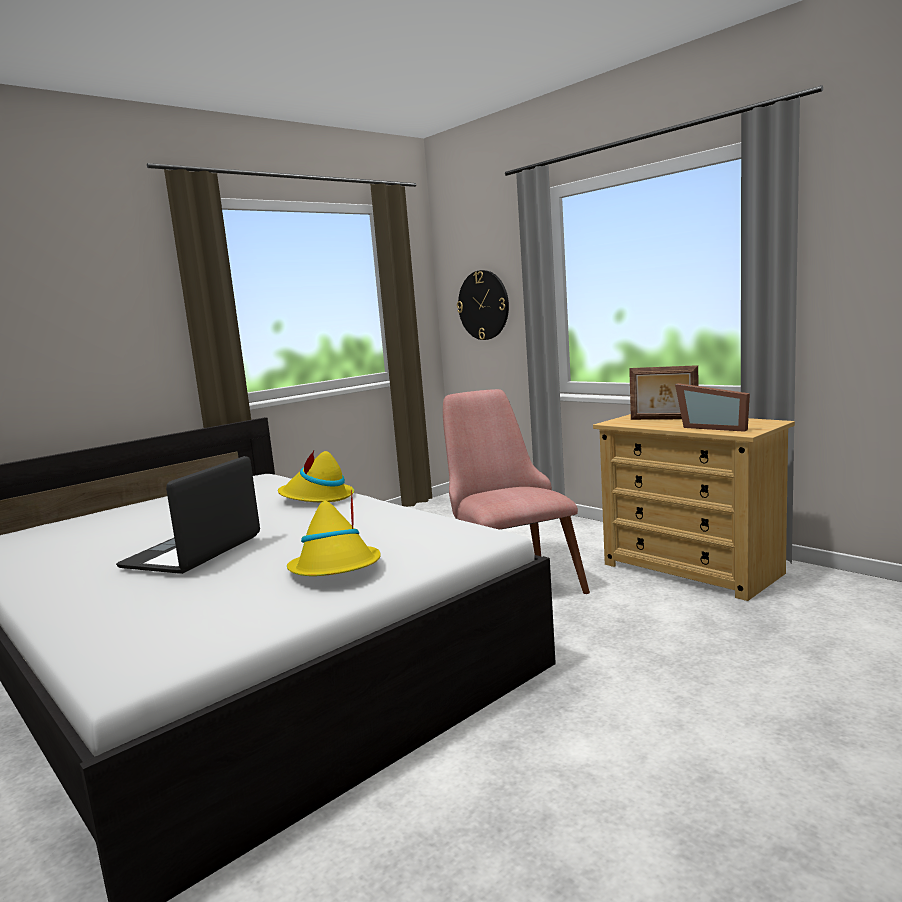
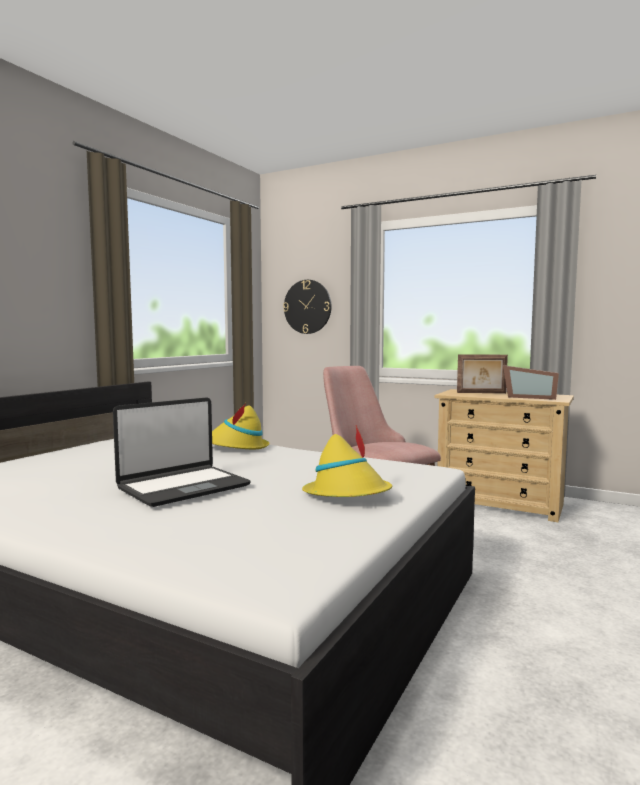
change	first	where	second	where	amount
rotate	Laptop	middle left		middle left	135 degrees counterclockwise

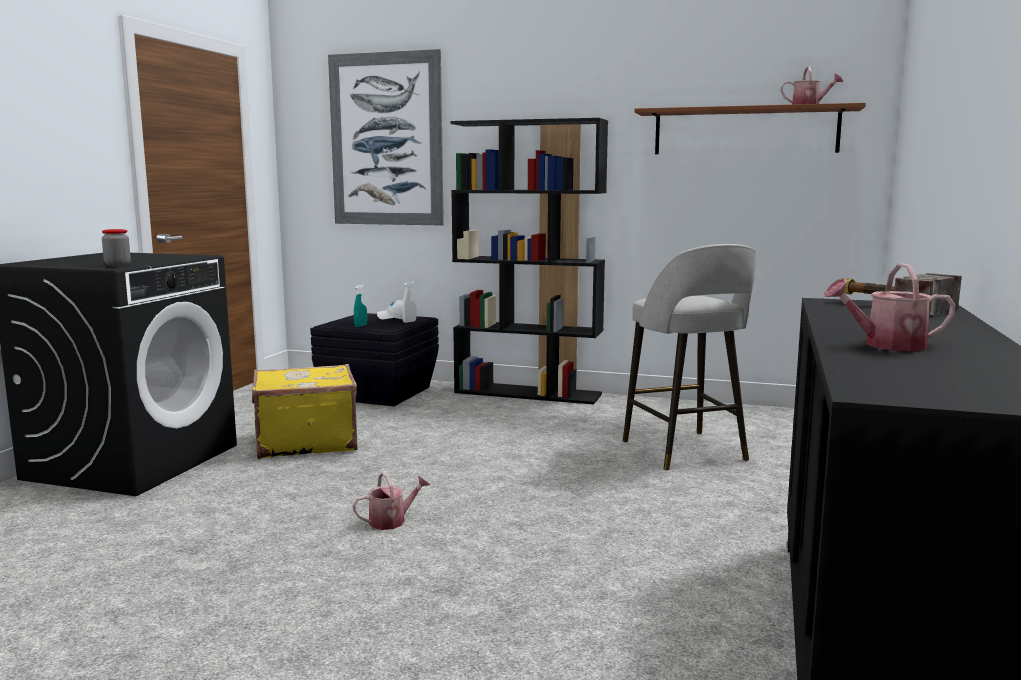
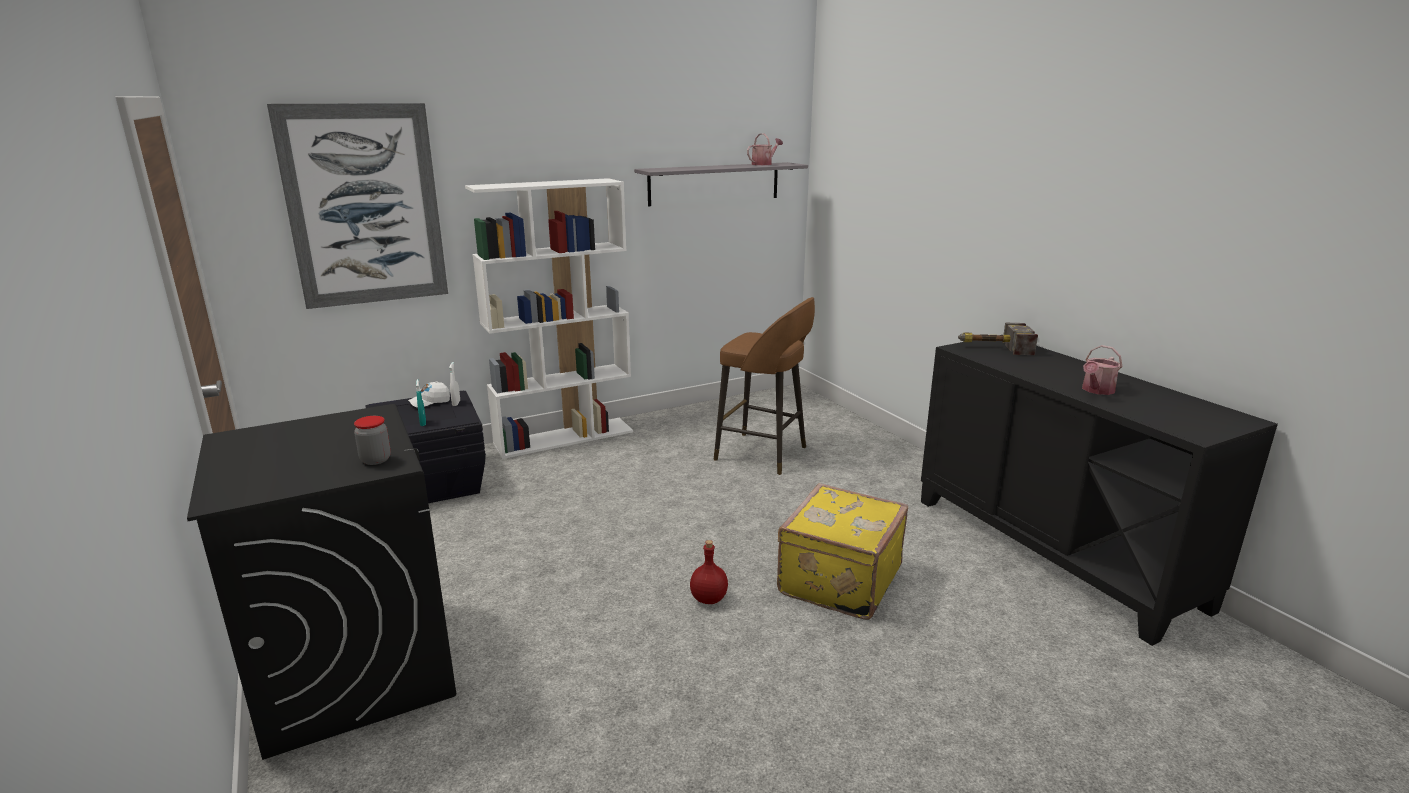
change	first	where	second	where	amount
recolor	Bücherregal (schwarz)	centre	Bücherregal (weiß)	centre	
recolor	Wandregal (braun)	top right	Wandregal (grau)	top centre	
replace	Gießkanne (1st from left)	bottom centre	Flasche (rot)	bottom centre	
recolor	Hocker (grau)	middle right	Hocker (braun)	centre	
move	Koffer (gelb)	middle left		bottom centre	

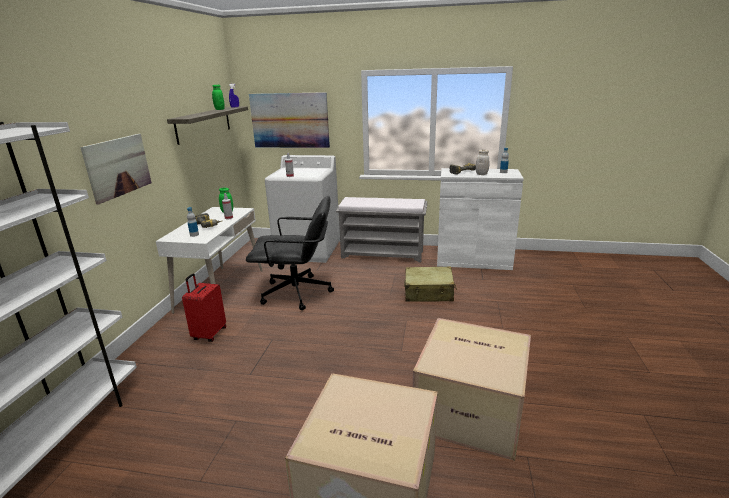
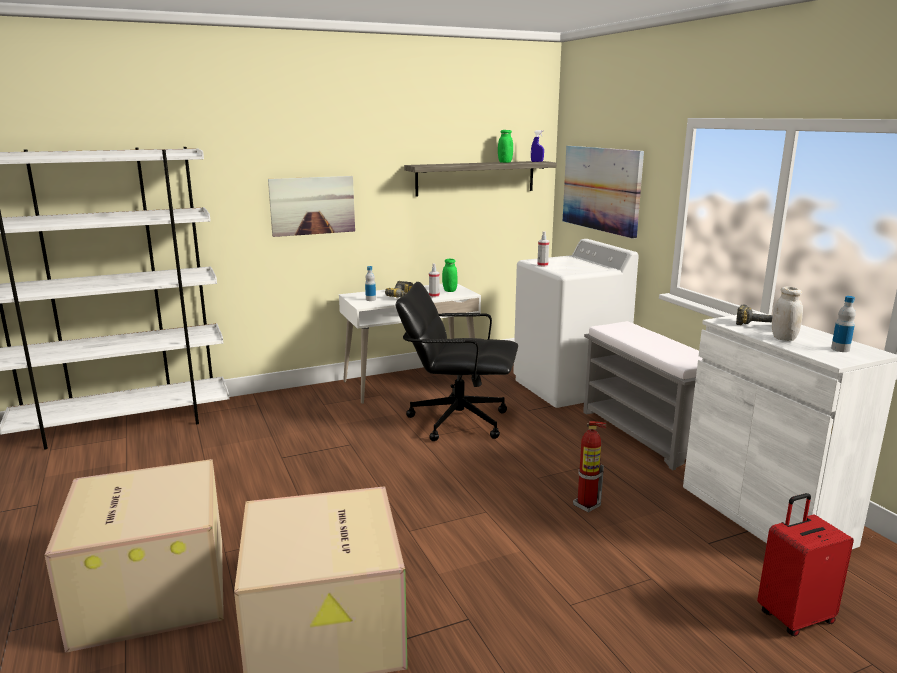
change	first	where	second	where	amount
rotate	Bürostuhl (schwarz)	centre		centre	135 degrees clockwise
replace	Koffer (beige)	centre	Feuerlöscher	bottom centre	
move	Koffer (rot)	middle left		bottom right	

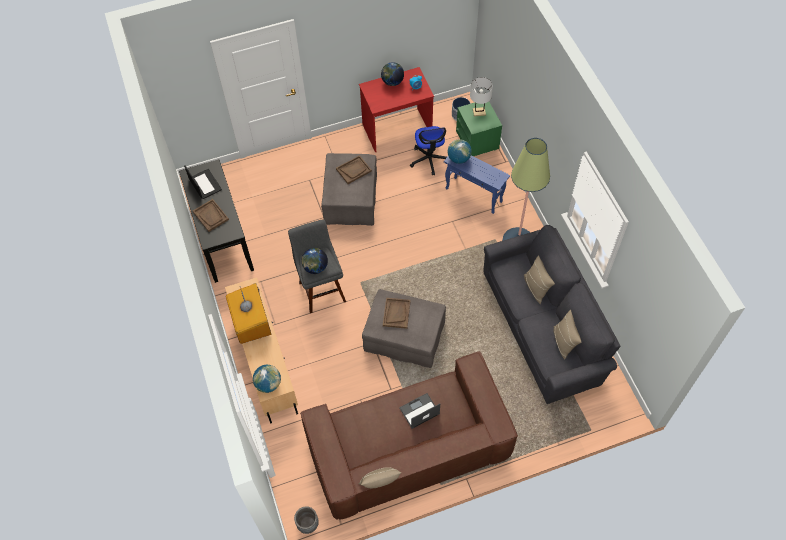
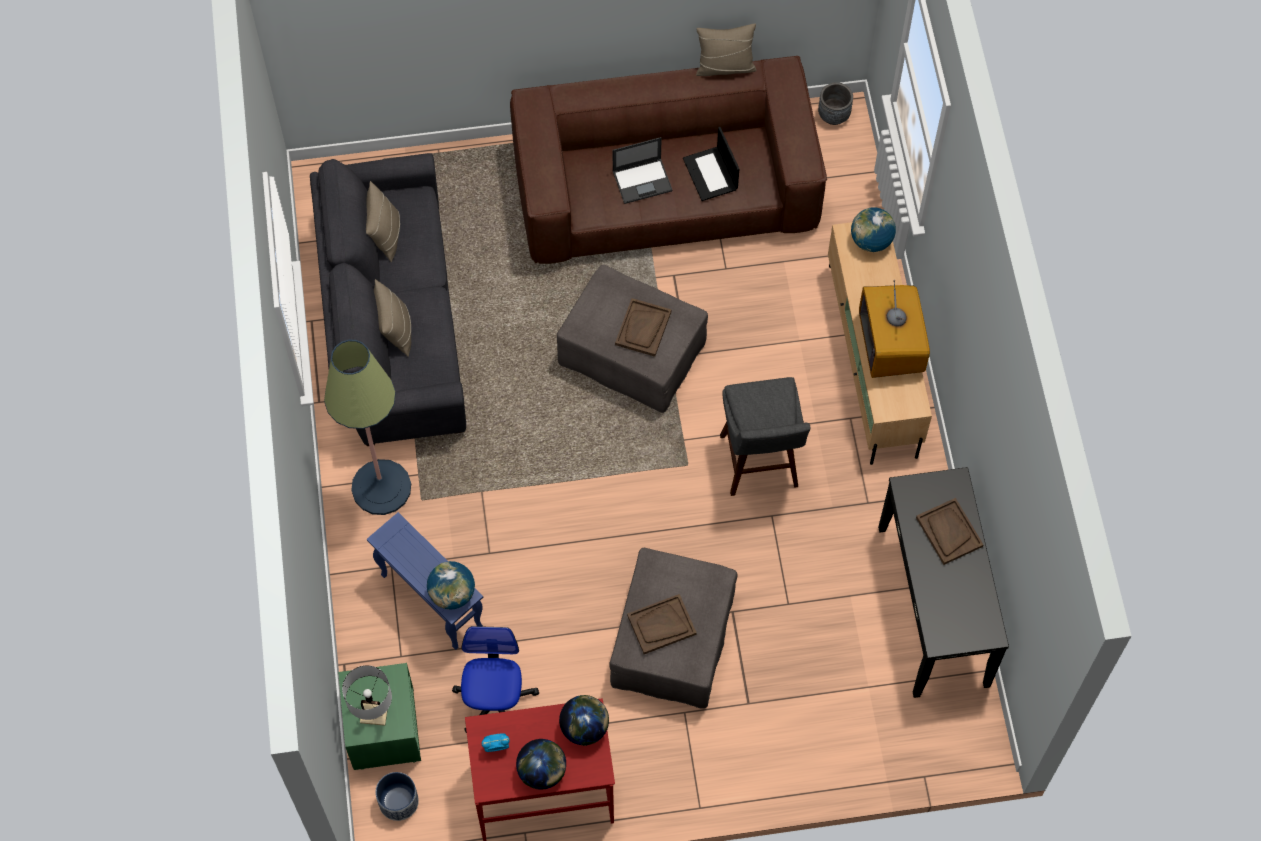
change	first	where	second	where	amount
move	Globus (2nd from left in the first image)	centre	Globus (3rd from left)	bottom centre	
move	Laptop (1st from left in the first image)	middle left	Laptop (2nd from left)	top centre	

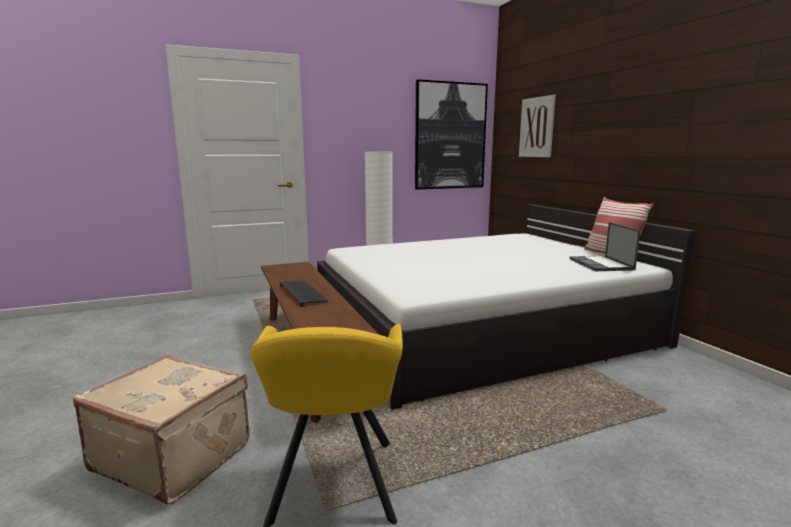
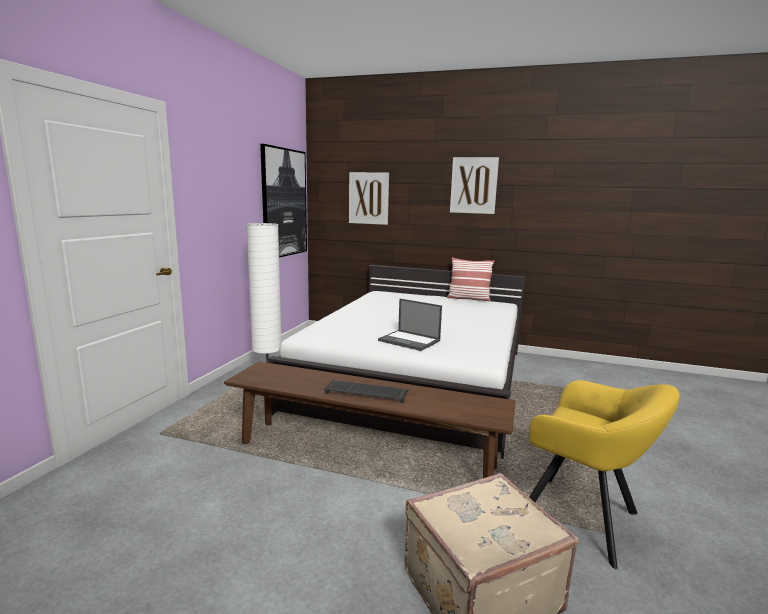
change	first	where	second	where	amount
move	Laptop	middle right		centre	
insert			Bild (3rd from left)	top centre	

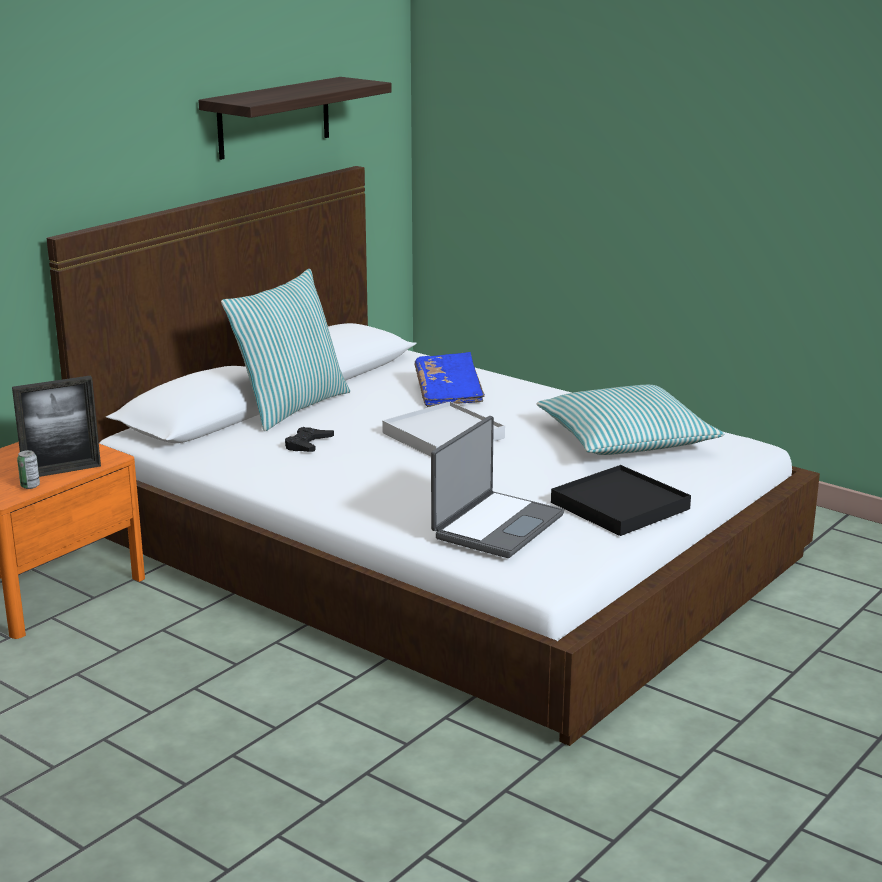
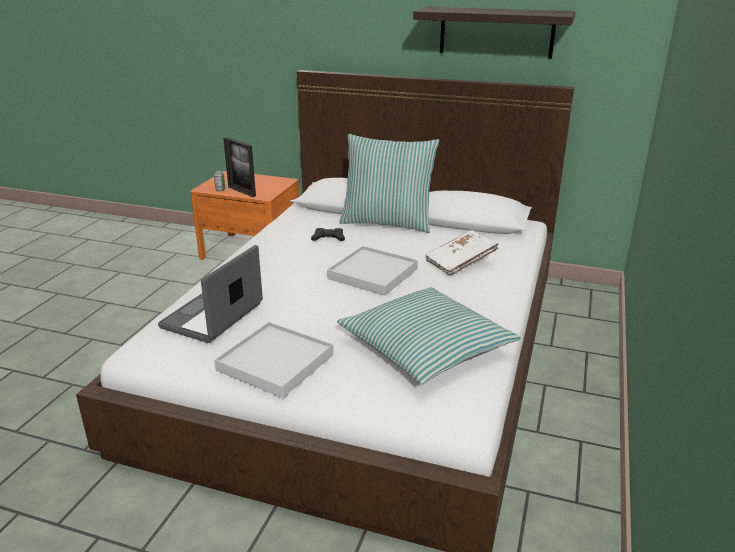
change	first	where	second	where	amount
rotate	Laptop	centre		middle left	105 degrees clockwise
recolor	Tablett (schwarz)	middle right	Tablett (weiß) (1st from left)	centre	
recolor	Buch (blau)	centre	Buch (weiß)	centre	

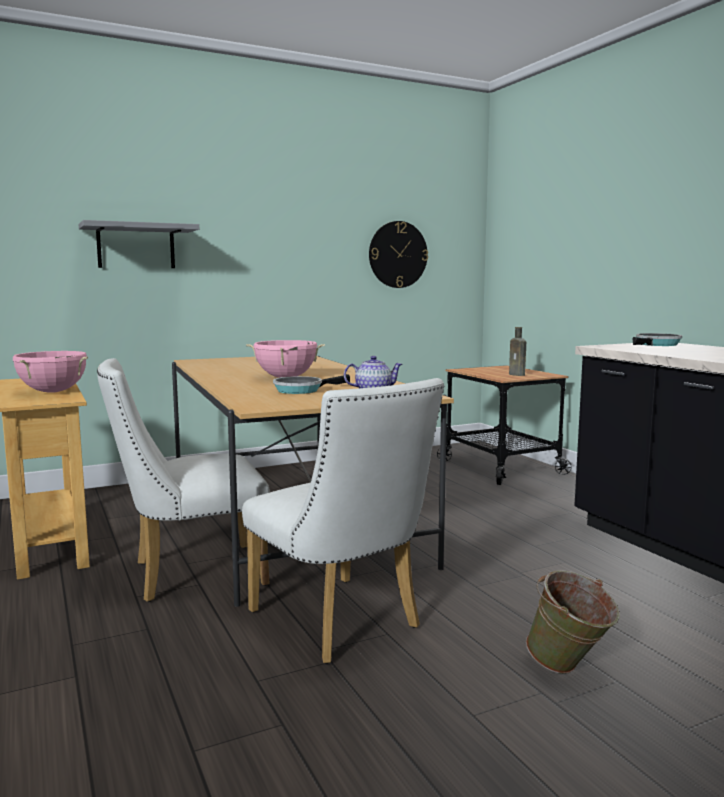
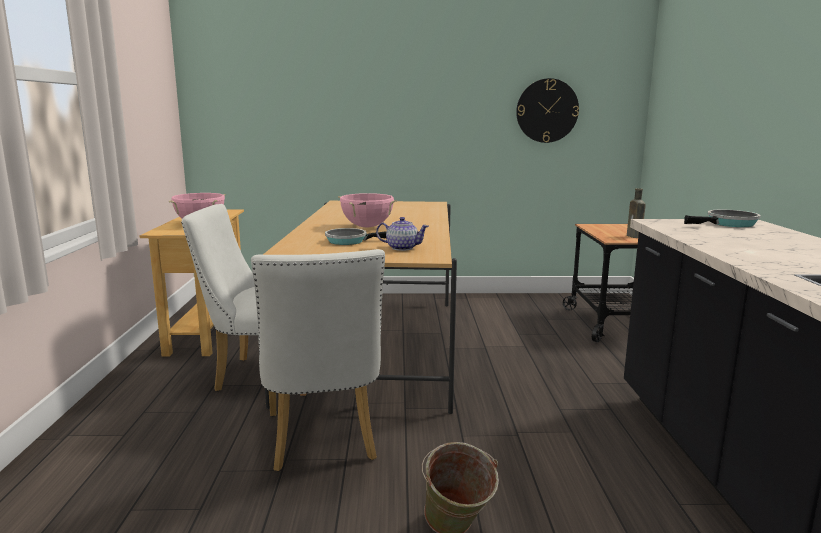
change	first	where	second	where	amount
delete	Wandregal (grau)	top left			

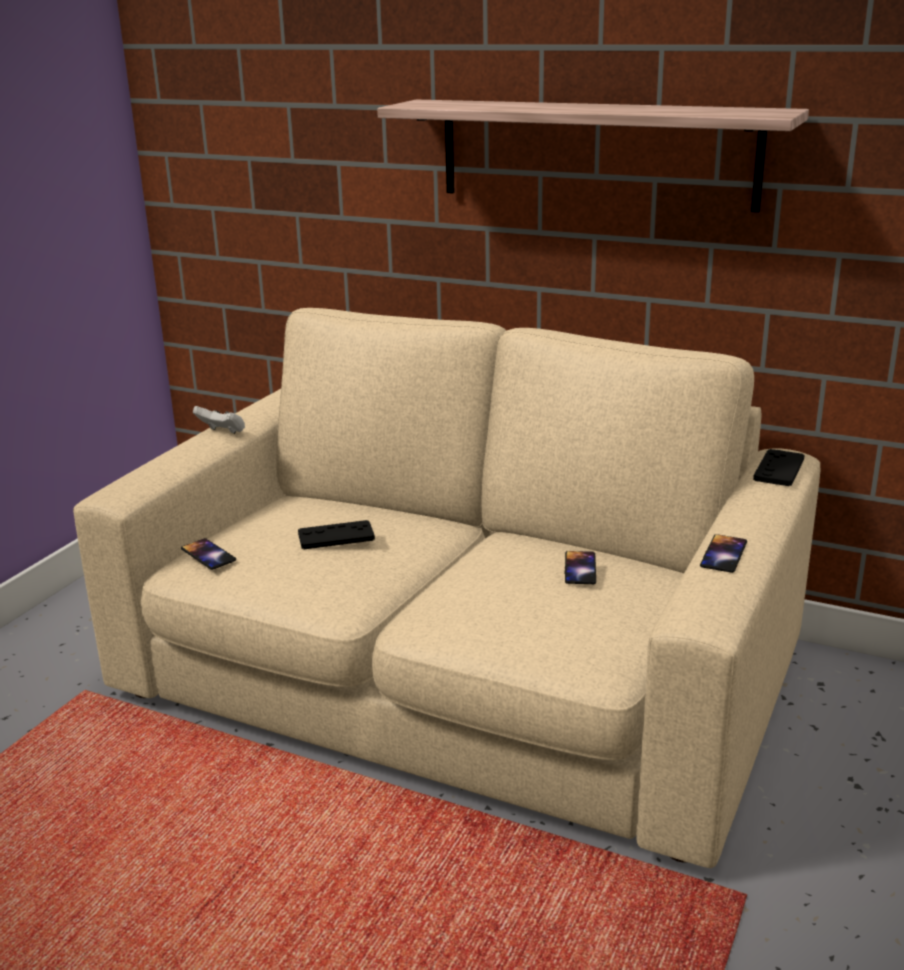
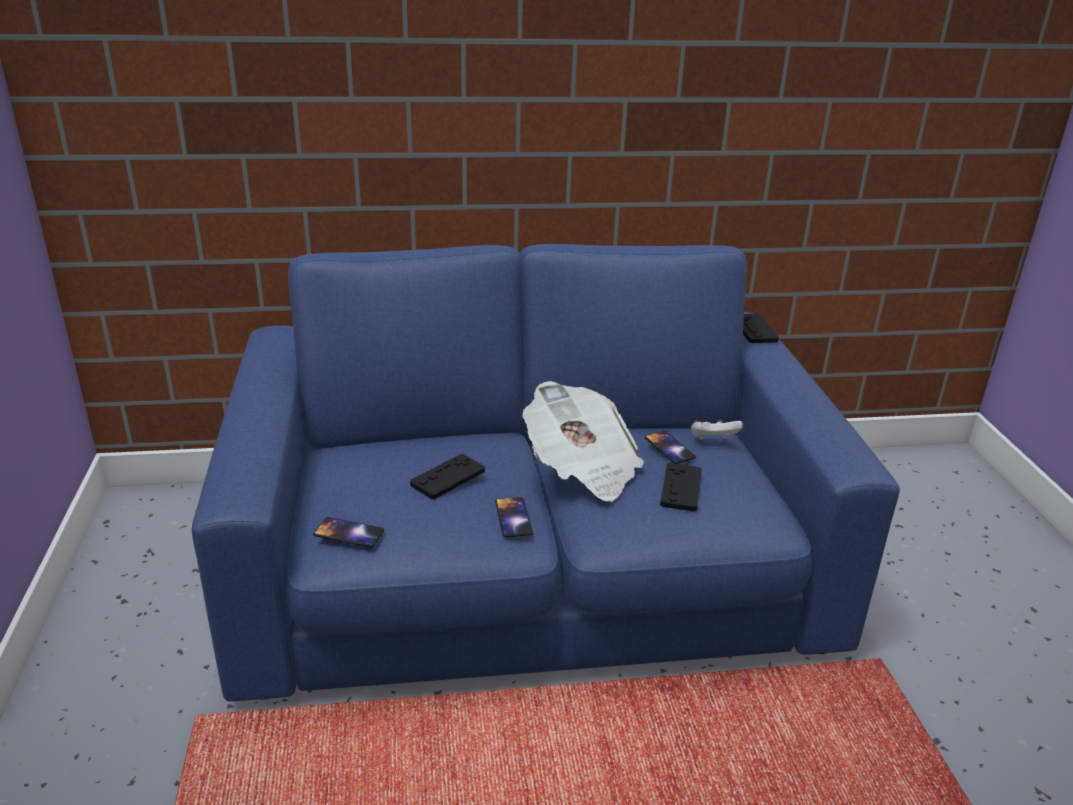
change	first	where	second	where	amount
recolor	Sofa (beige)	centre	Sofa (blau)	centre	
move	Handy (3rd from left in the first image)	middle right	Handy (2nd from left)	centre	
insert			Zeitung	centre	
insert			Gamepad (schwarz) (2nd from left)	centre	
move	Gamepad (weiß)	middle left		middle right	
delete	Wandregal	top centre			

